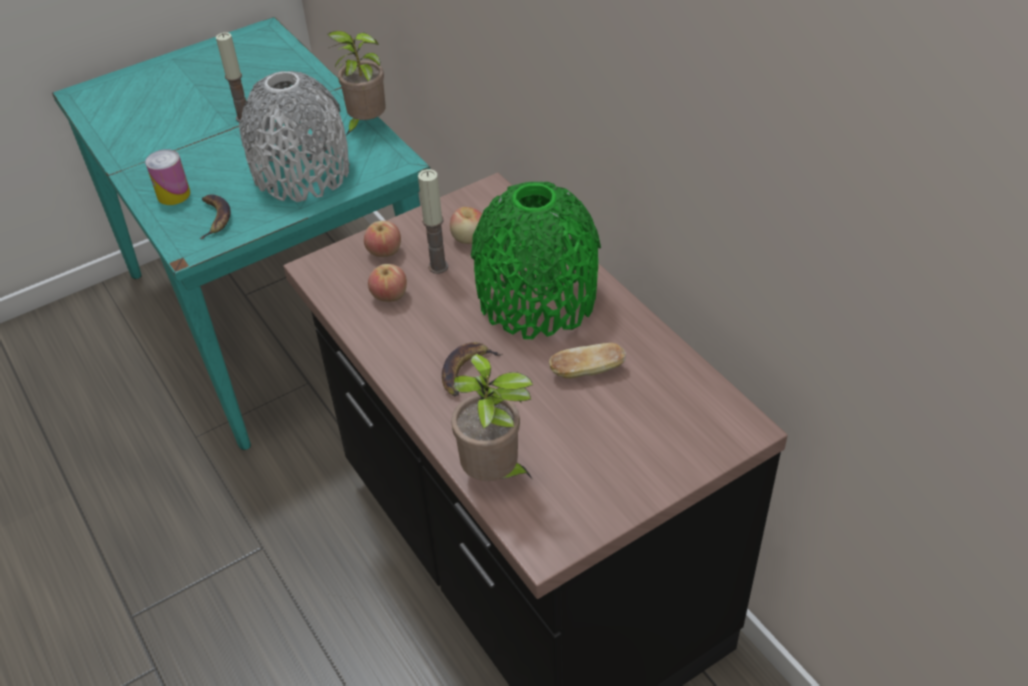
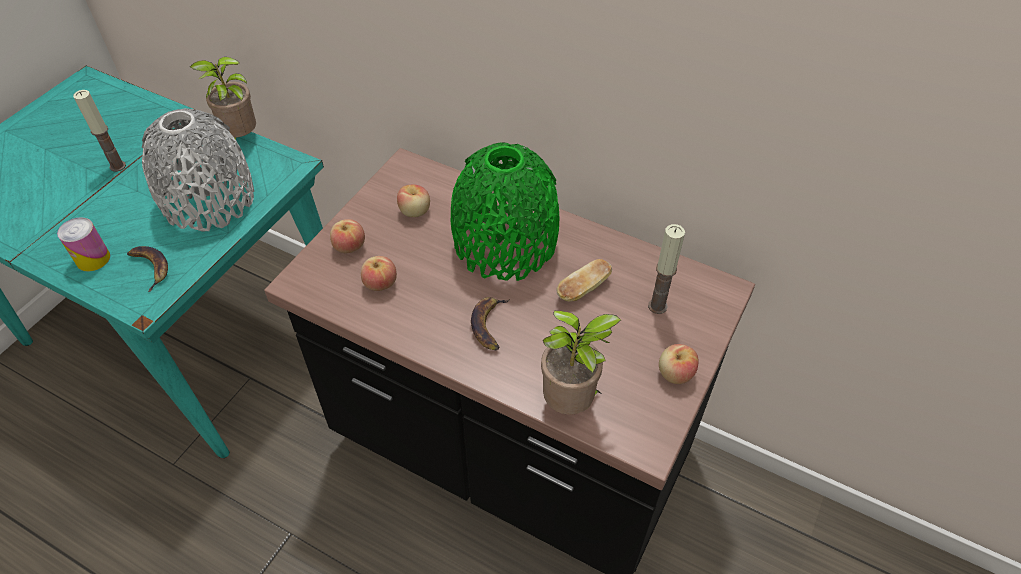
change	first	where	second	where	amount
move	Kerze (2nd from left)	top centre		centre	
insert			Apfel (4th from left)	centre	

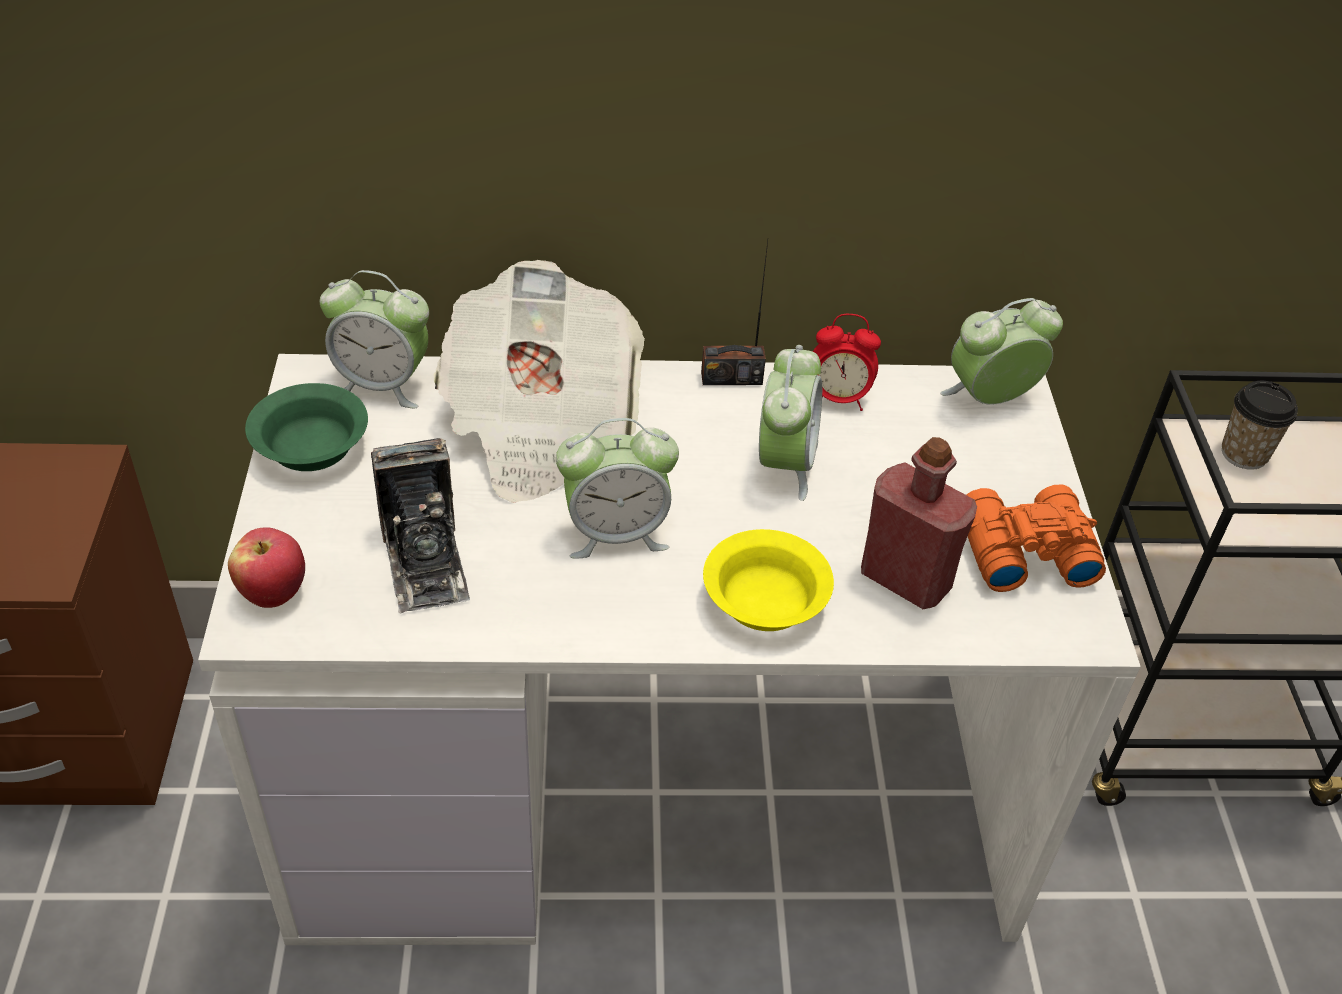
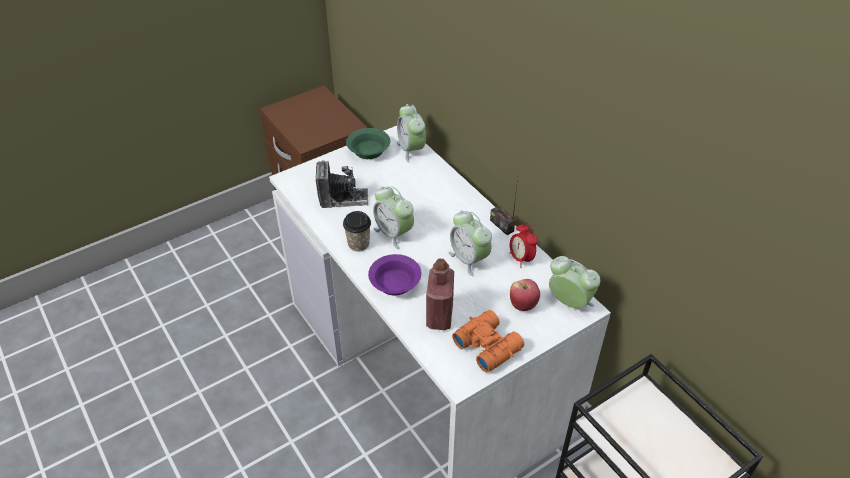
change	first	where	second	where	amount
rotate	Kamera	middle left		centre	135 degrees counterclockwise
move	Tasse	middle right		centre	
recolor	Schüssel (gelb)	centre	Schüssel (lila)	centre	
rotate	Wecker (3rd from left)	centre		centre	75 degrees clockwise
move	Apfel	middle left		centre	
delete	Zeitung	centre			

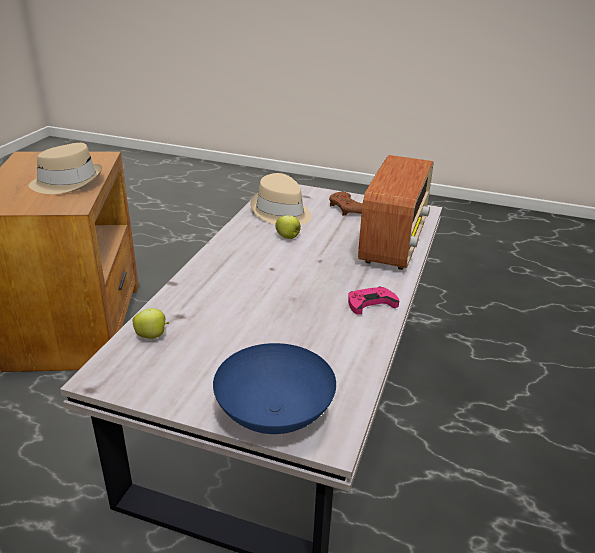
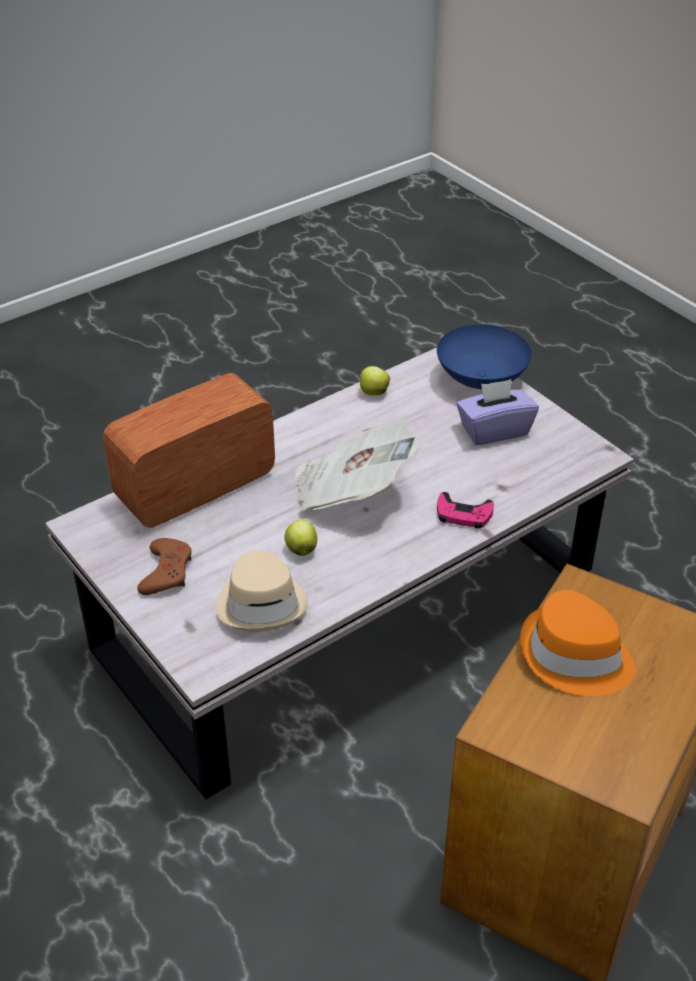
change	first	where	second	where	amount
insert			Zeitung	centre	
move	Apfel (1st from left in the first image)	middle left	Apfel (2nd from left)	centre	
move	Gamepad (rosa)	centre		middle right	
insert			Taschentuchbox (lila)	middle right	
recolor	Hut (beige) (1st from left)	top left	Hut (orange)	middle right	

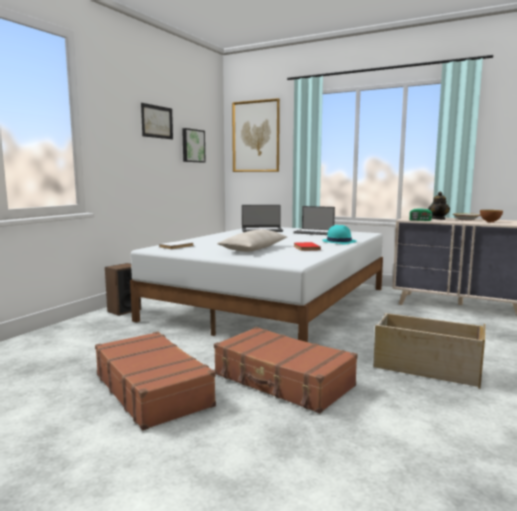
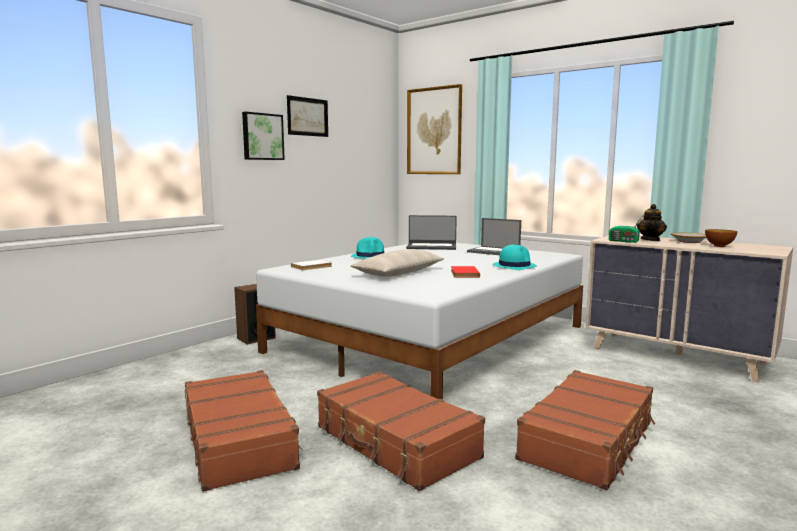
change	first	where	second	where	amount
move	Bild (2nd from left in the first image)	top centre	Bild (1st from left)	top left	
insert			Hut (türkis) (1st from left)	centre	
replace	Aufbewahrungsbox (beige)	bottom right	Koffer (braun) (3rd from left)	bottom right	

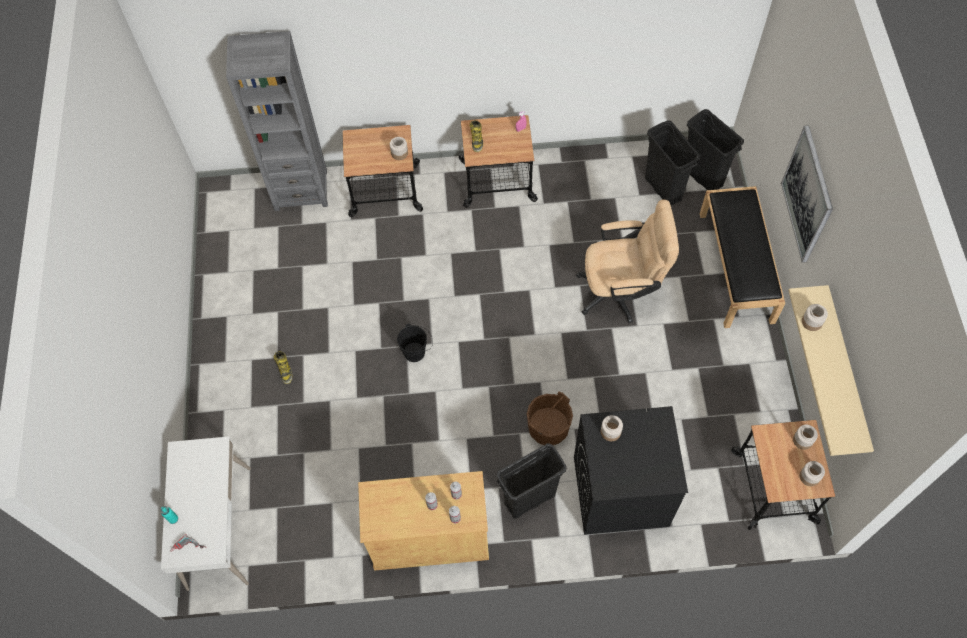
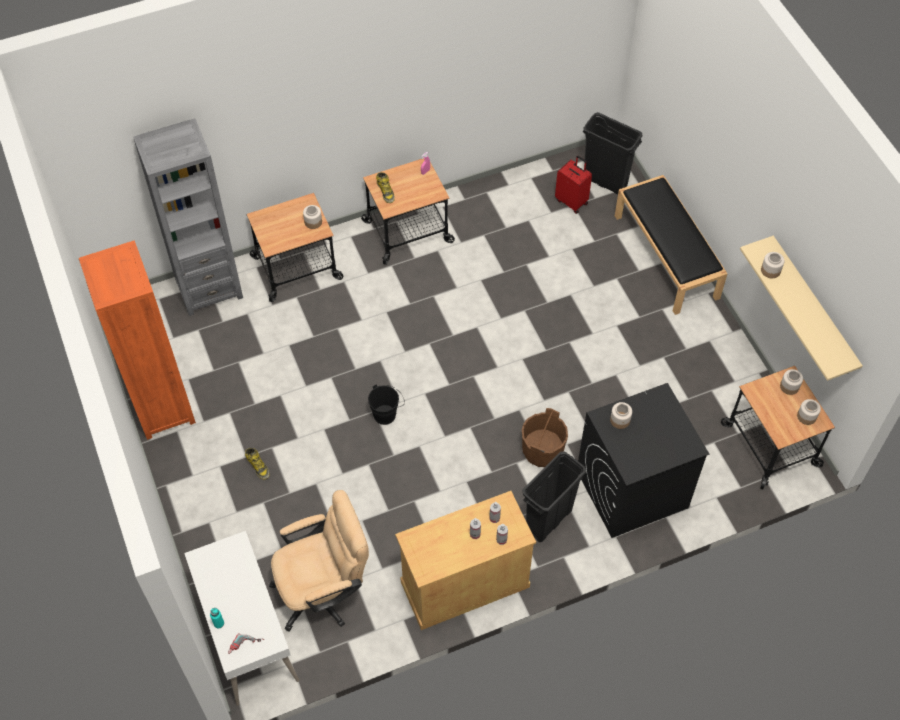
change	first	where	second	where	amount
insert			Bücherregal (orange)	middle left	
move	Bürostuhl (beige)	centre		bottom centre	
replace	Mülleimer (schwarz) (2nd from left)	top right	Koffer (rot)	top centre	
delete	Bild	top right			

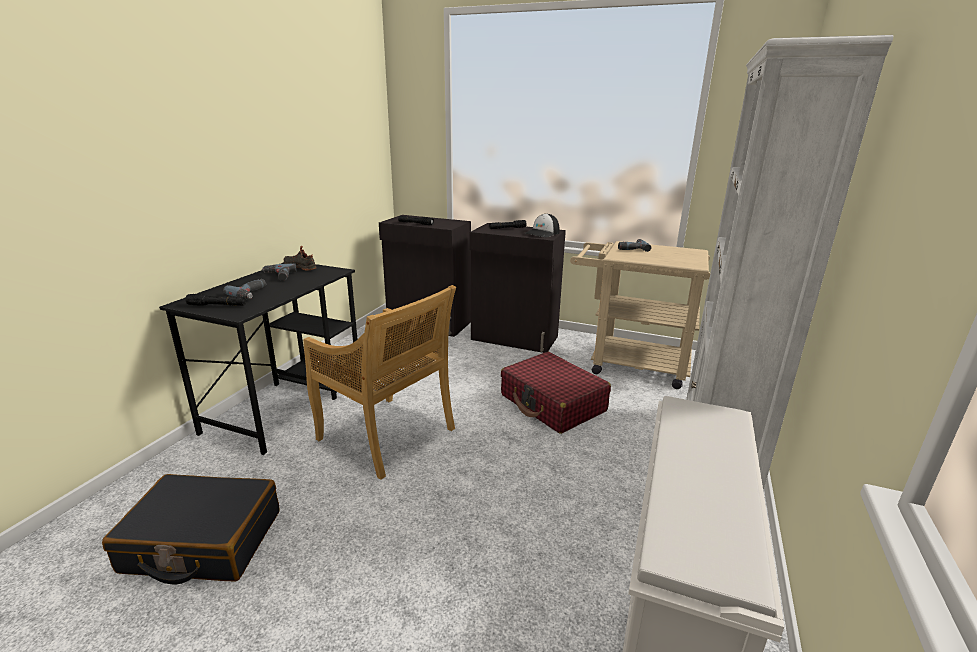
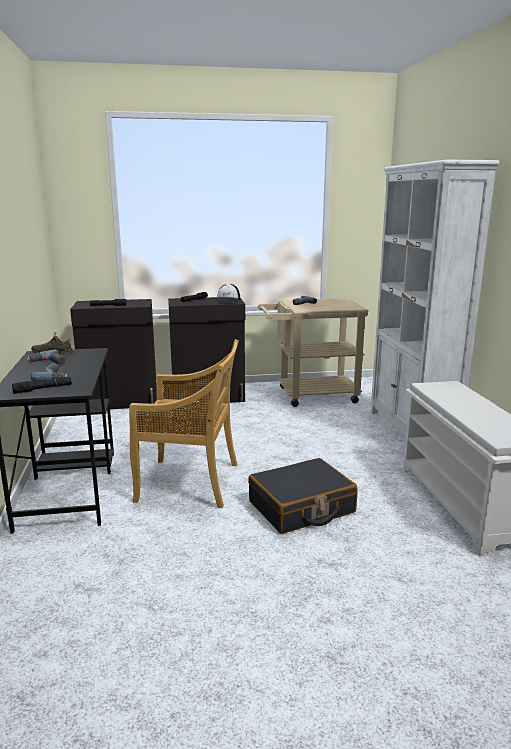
change	first	where	second	where	amount
move	Koffer (schwarz)	bottom left		centre	
delete	Koffer (rot)	centre			

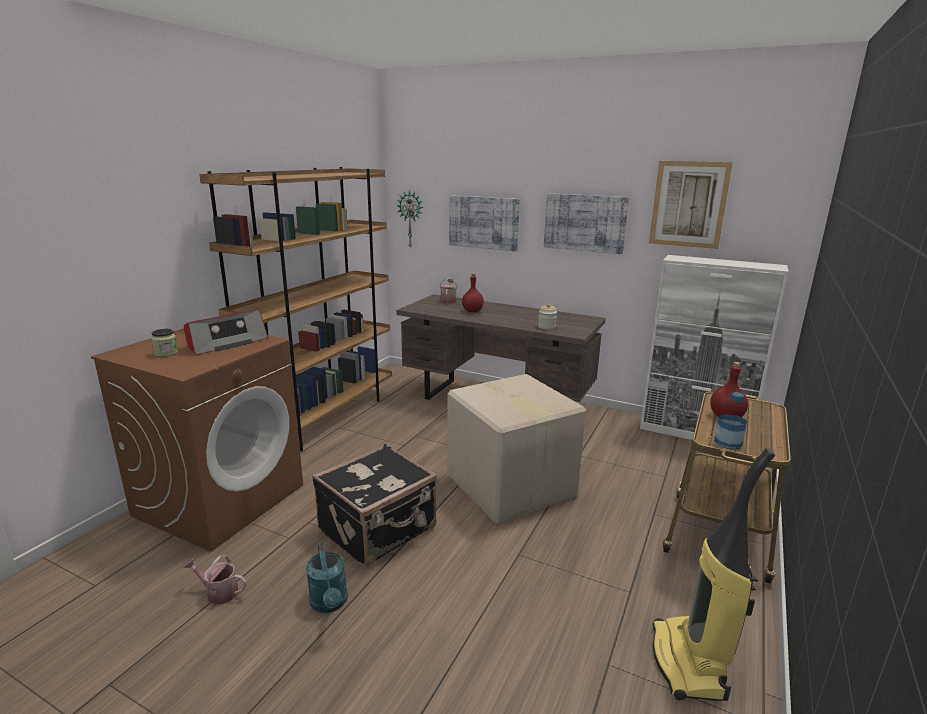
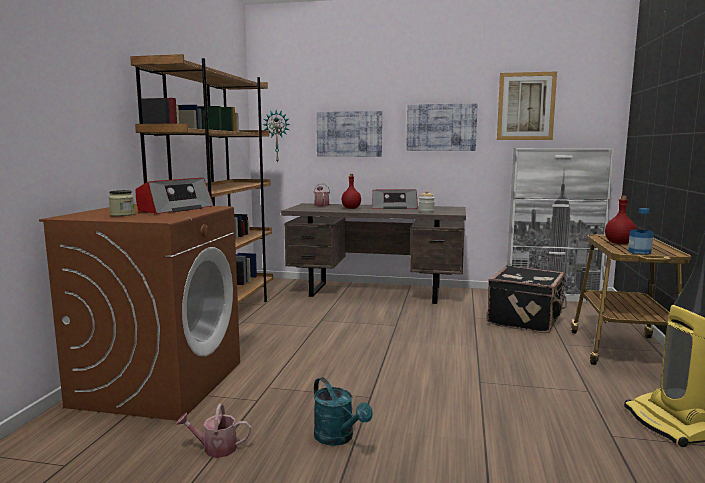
change	first	where	second	where	amount
insert			Radio (2nd from left)	centre	
move	Koffer (schwarz)	bottom centre		middle right	
delete	Karton	centre			

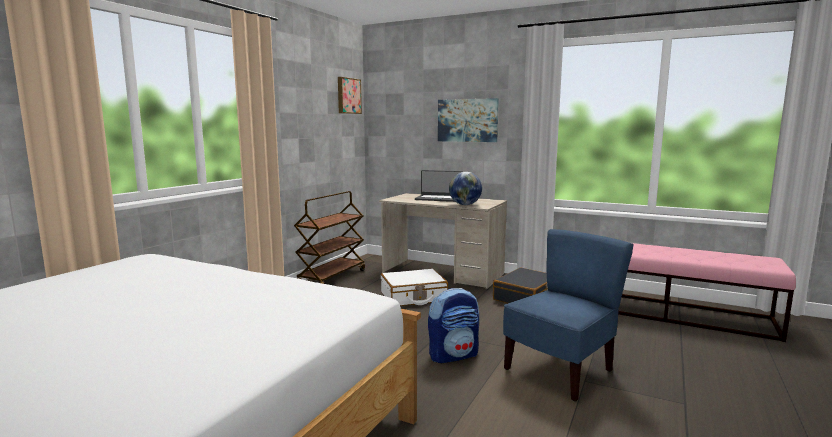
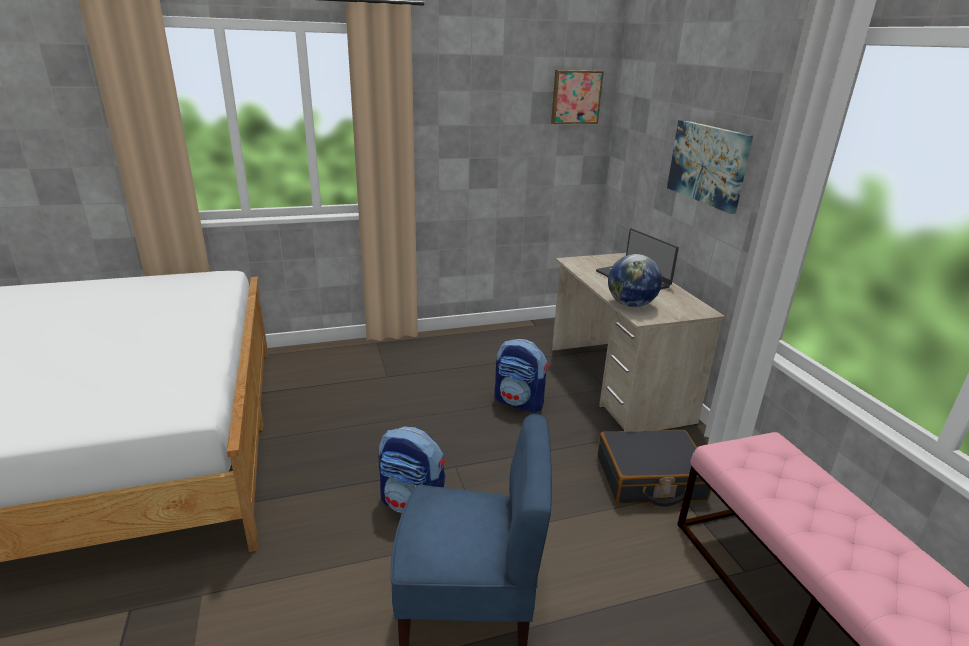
change	first	where	second	where	amount
replace	Koffer (weiß)	centre	Rucksack (2nd from left)	centre	
delete	Rollwagen (braun)	centre			

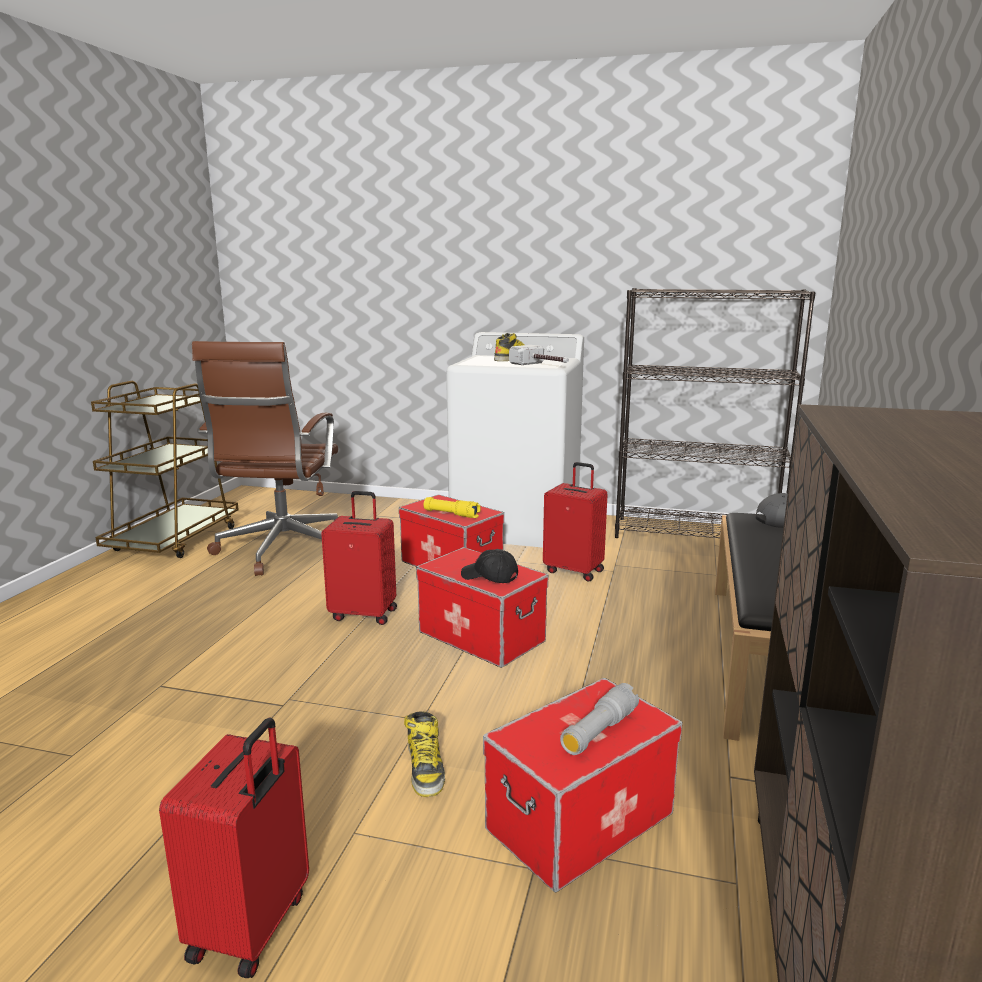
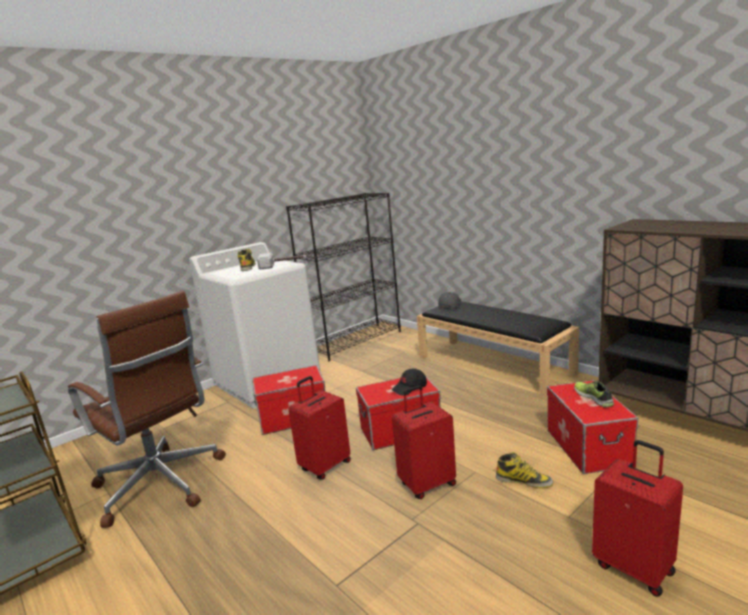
change	first	where	second	where	amount
move	Koffer (rot) (3rd from left in the first image)	centre	Koffer (rot) (2nd from left)	bottom centre	
replace	Taschenlampe (grau)	bottom centre	Schuh	middle right	
delete	Taschenlampe (gelb)	centre			

